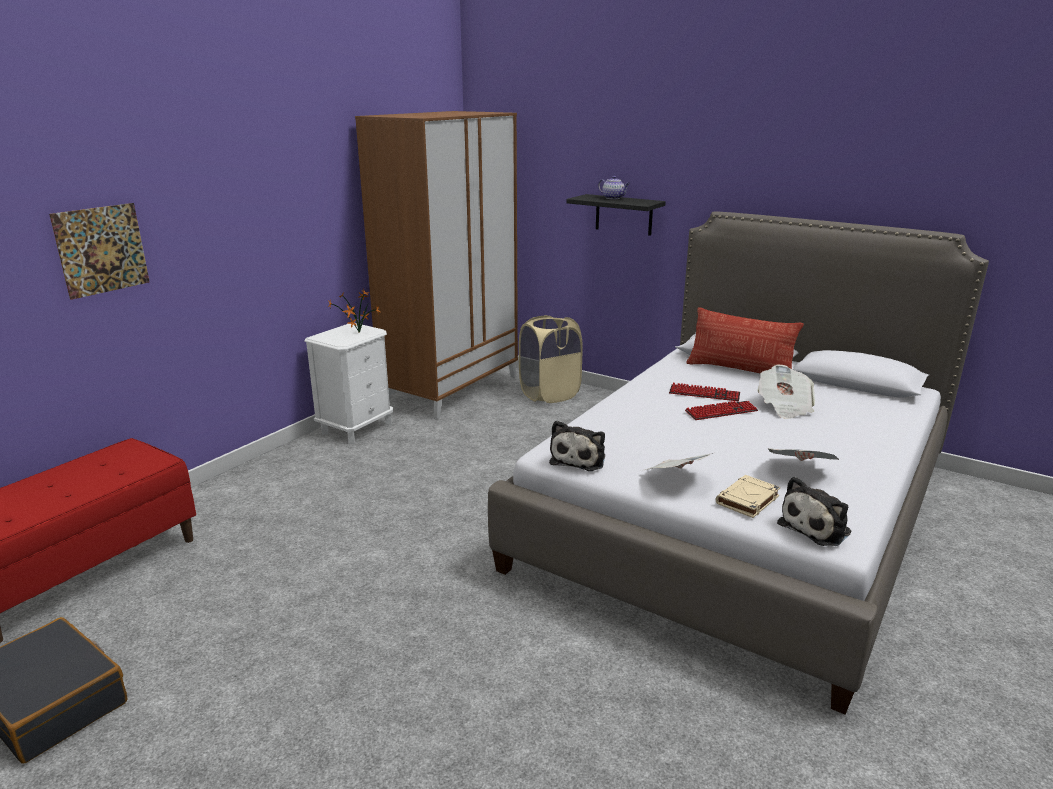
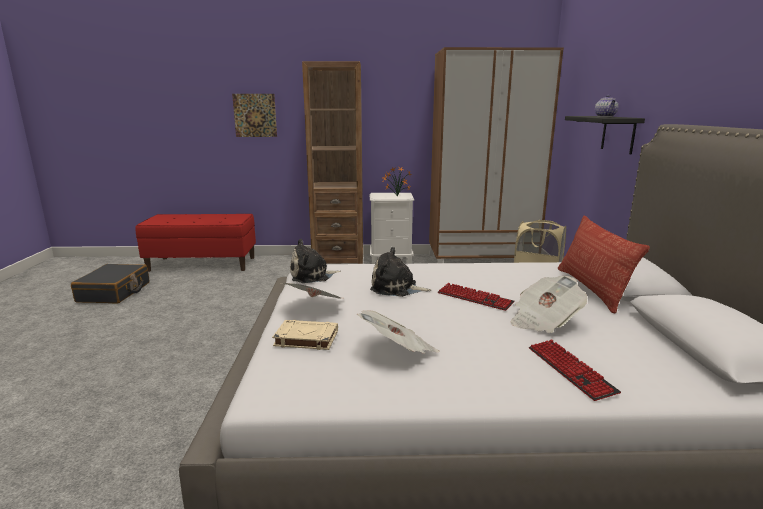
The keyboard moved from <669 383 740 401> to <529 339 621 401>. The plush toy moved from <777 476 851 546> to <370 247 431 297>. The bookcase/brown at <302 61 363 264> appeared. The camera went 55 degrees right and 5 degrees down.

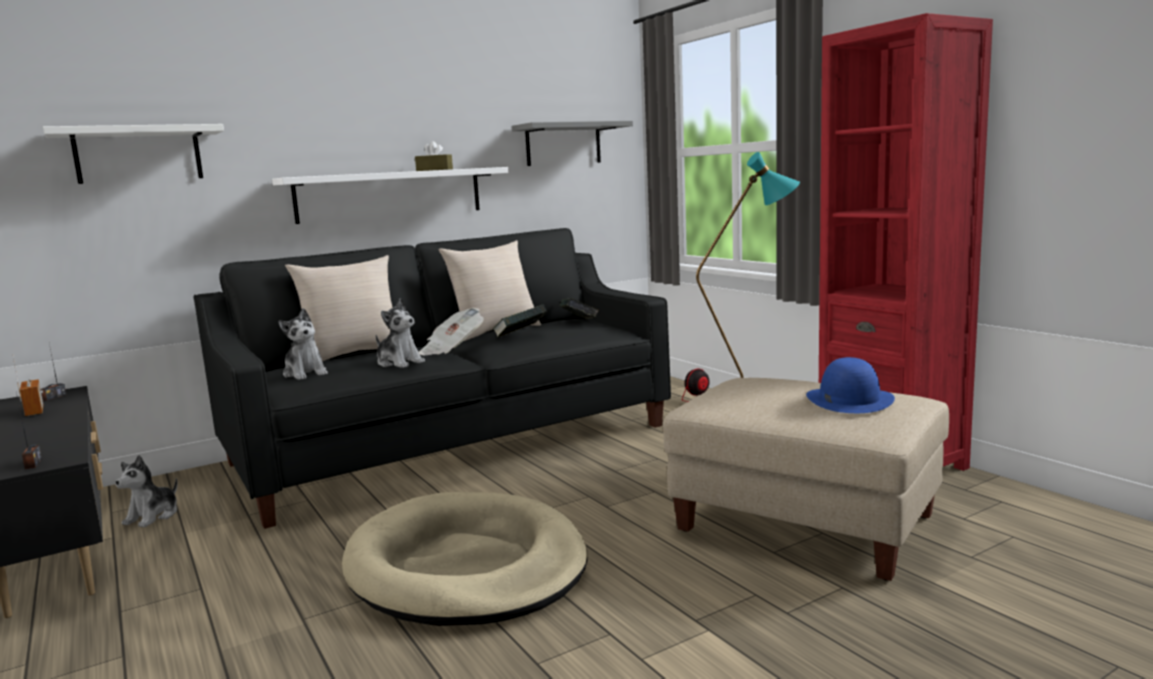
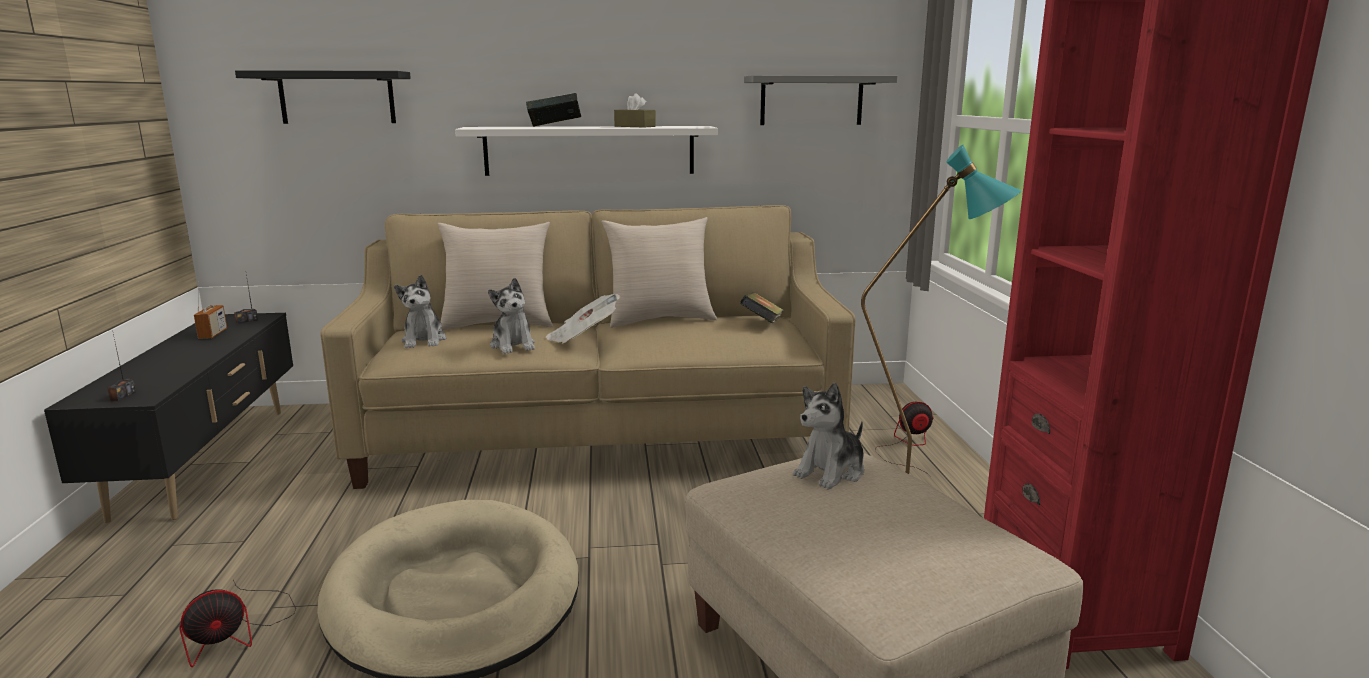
The shelf/white at <43 124 224 184> became the shelf/black at <235 70 411 124>. The plush toy moved from <115 455 178 528> to <793 382 864 490>. The sofa/black at <194 228 671 529> became the sofa/beige at <321 205 855 489>. The book moved from <493 304 547 338> to <526 93 581 127>. The hat/blue at <806 357 895 413> disappeared. The fan at <179 580 296 667> appeared. The camera went 25 degrees right and 5 degrees up.

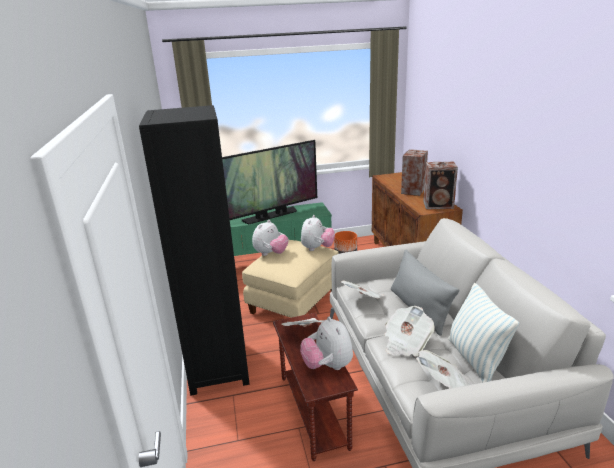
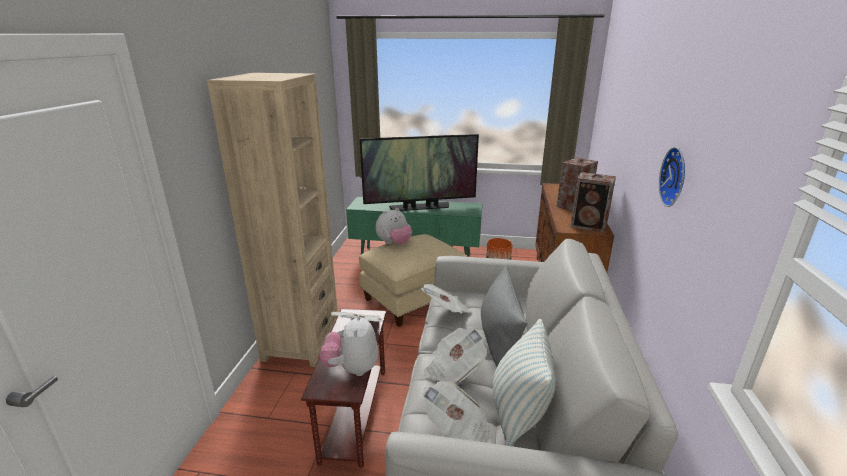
The bookcase/black at <139 105 250 396> became the bookcase/beige at <207 73 338 367>. The plush toy at <301 215 335 251> disappeared. The wall clock at <659 147 685 207> appeared. The camera went 20 degrees right and 0 degrees up.

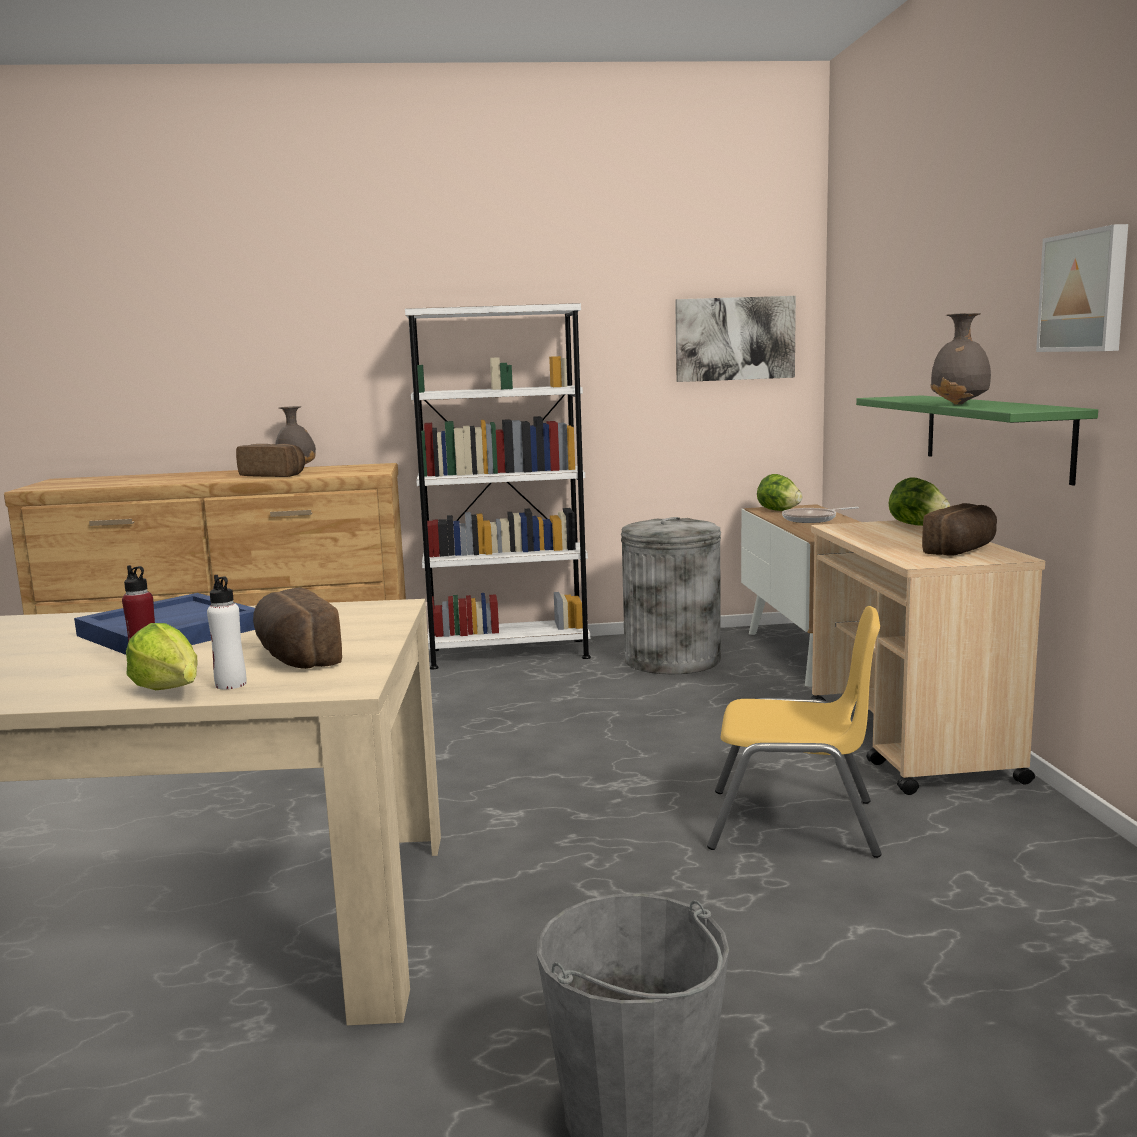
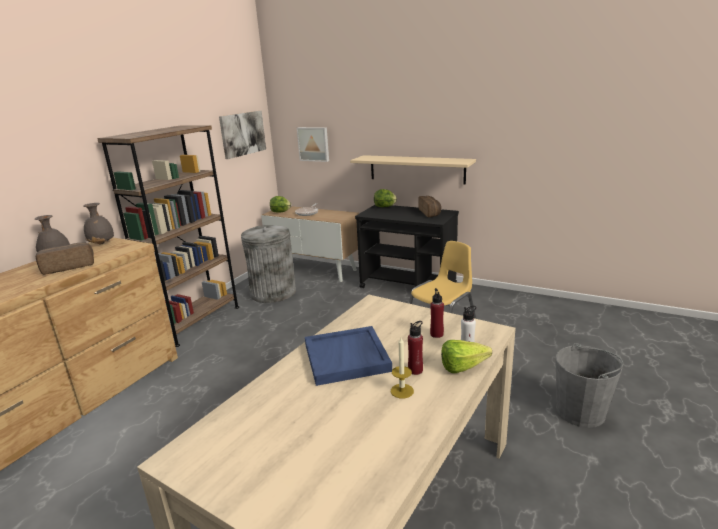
The bread at <253 587 342 669> was replaced by the bottle/red at <430 288 444 338>. The bookcase/white at <405 303 591 669> became the bookcase/brown at <97 125 239 347>. The cart/beige at <810 520 1045 795> became the cart/black at <355 205 459 288>. The shelf/green at <856 395 1098 485> became the shelf/beige at <350 155 476 185>. The vase/grey moved from <930 313 991 405> to <83 203 114 245>. The picture moved from <1036 224 1128 352> to <297 127 329 162>. The candle at <391 338 414 399> appeared. The camera went 55 degrees left and 10 degrees up.

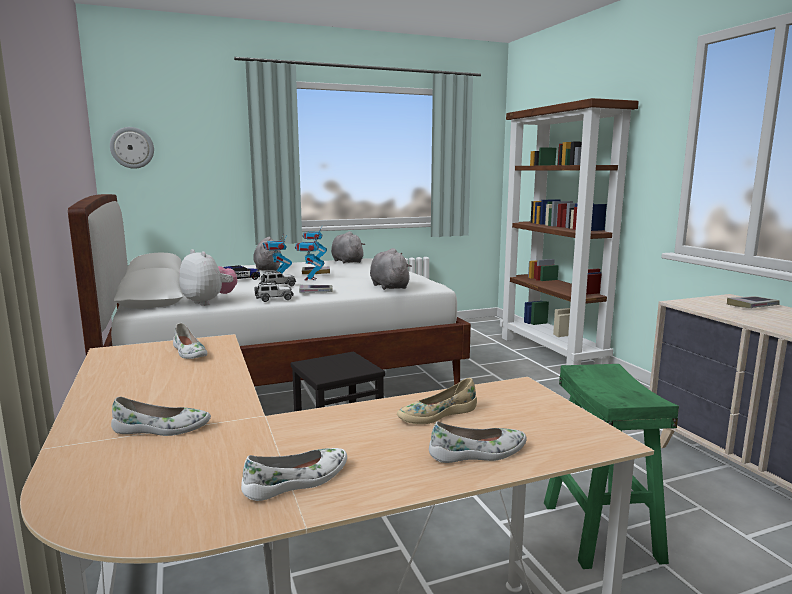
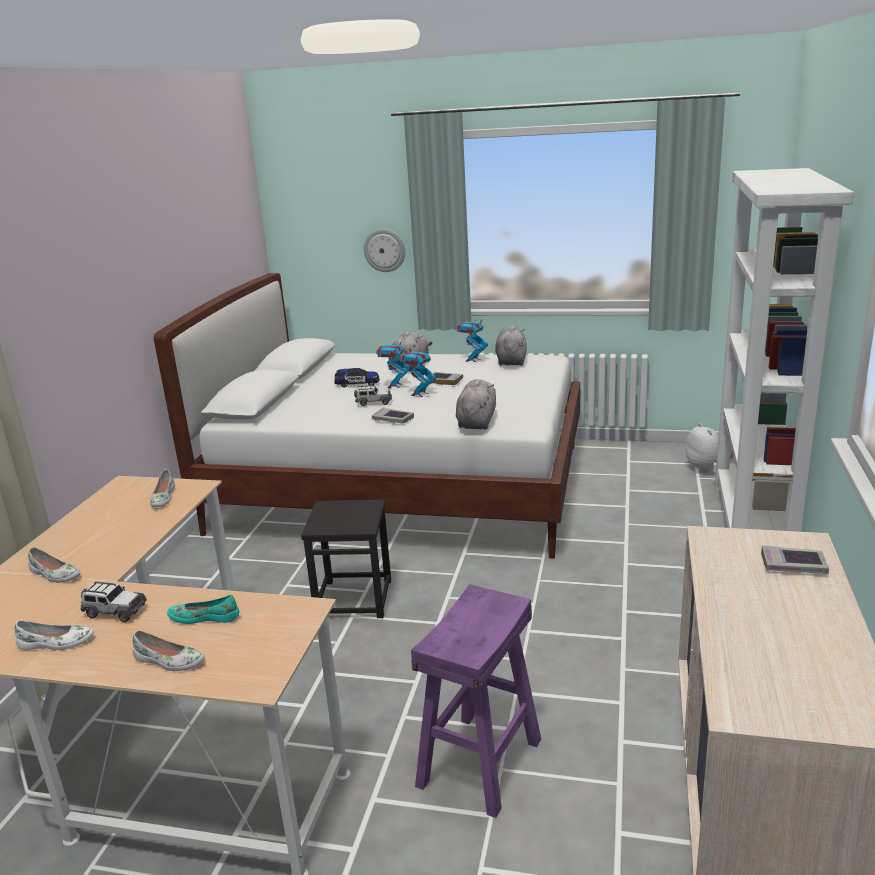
The wall clock moved from <110 127 154 169> to <364 229 405 272>. The plush toy moved from <179 249 237 306> to <685 423 734 473>. The toy car moved from <254 282 294 302> to <80 581 147 622>. The shoe/beige at <397 378 477 424> became the shoe/turquoise at <167 595 240 624>. The bookcase/brown at <500 98 639 365> became the bookcase/white at <713 168 854 532>. The stool/green at <544 364 679 569> became the stool/purple at <411 584 541 818>. The camera went 35 degrees right and 10 degrees up.

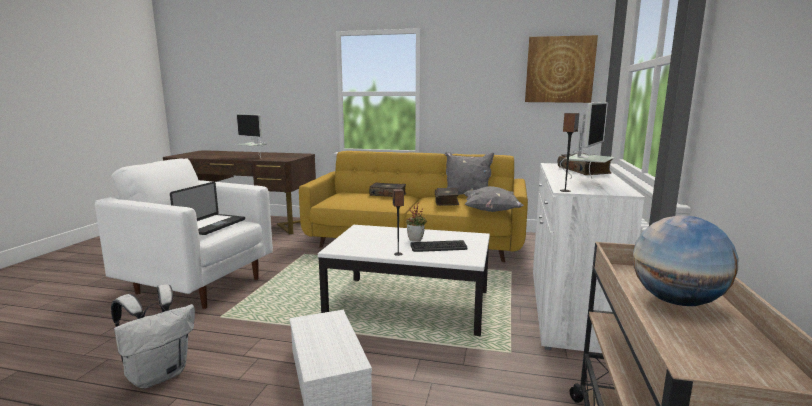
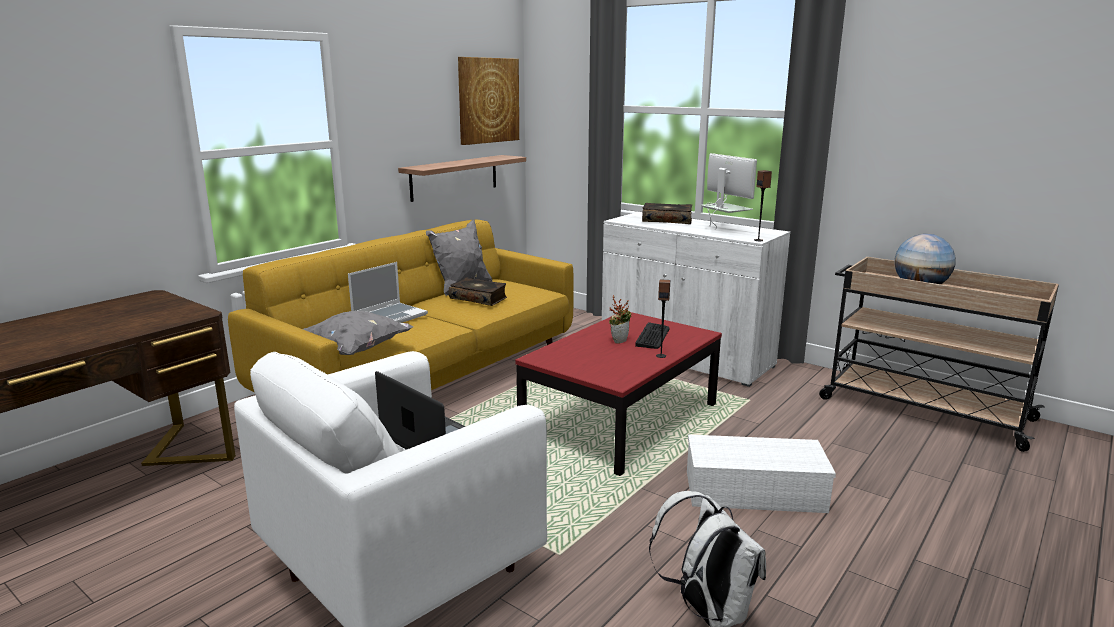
The monitor at <236 114 266 157> disappeared. The coffee table/white at <318 225 490 336> became the coffee table/red at <515 312 722 476>. The book at <369 183 406 197> was replaced by the laptop at <348 262 428 323>. The pillow/grey moved from <464 186 524 212> to <303 311 413 355>. The shelf at <398 155 526 202> appeared. The camera went 65 degrees left and 5 degrees up.

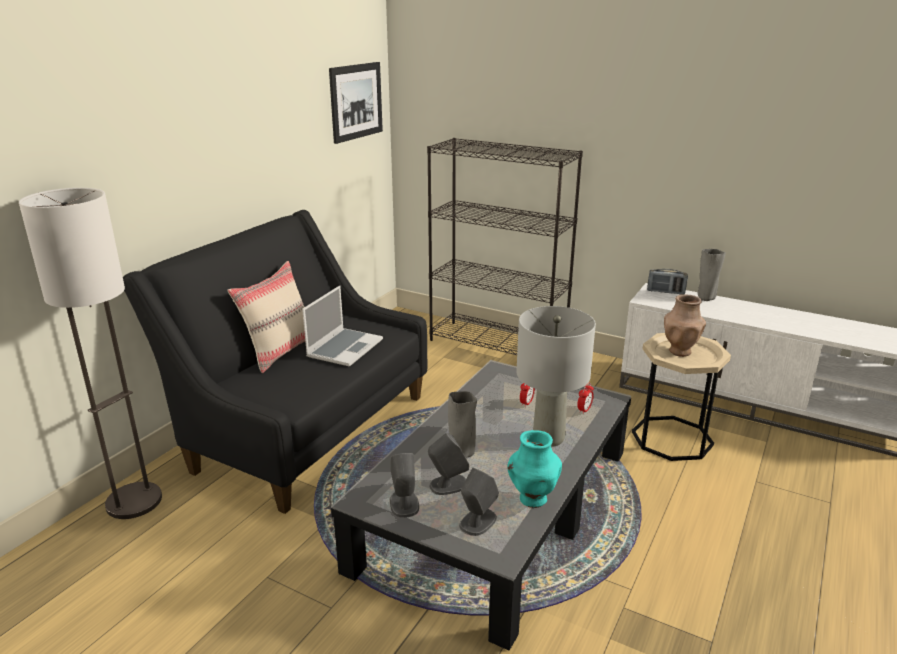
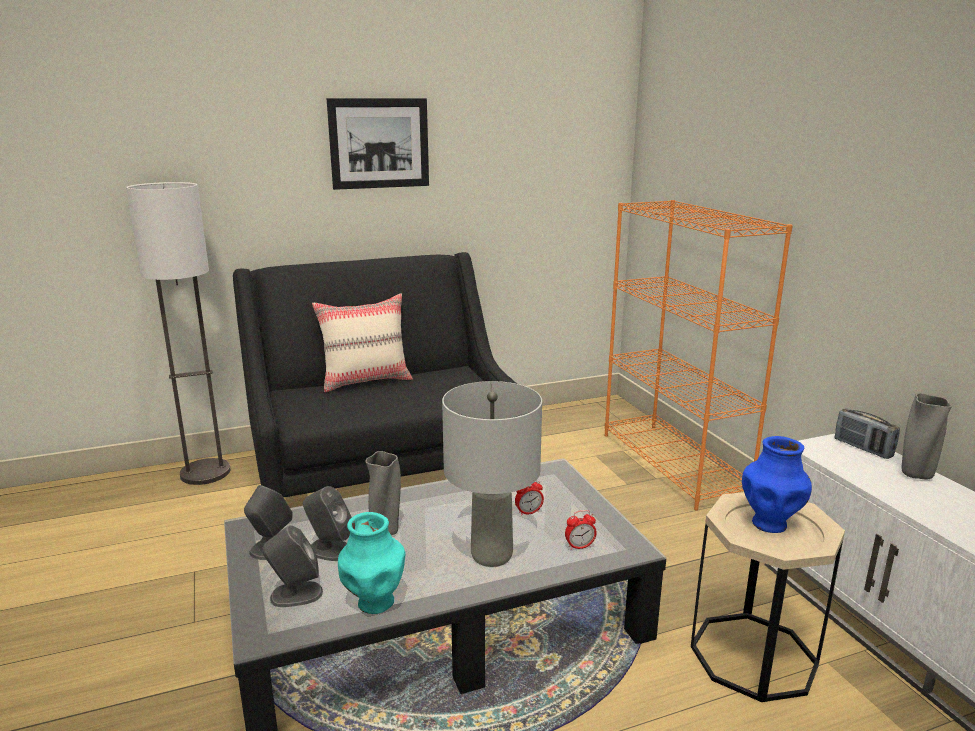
The laptop at <302 286 383 367> disappeared. The picture moved from <329 62 383 144> to <327 98 429 190>. The bookcase/black at <427 138 583 355> became the bookcase/orange at <605 200 793 510>. The vase/brown at <664 294 706 357> became the vase/blue at <742 436 812 533>. The camera went 40 degrees right and 5 degrees down.

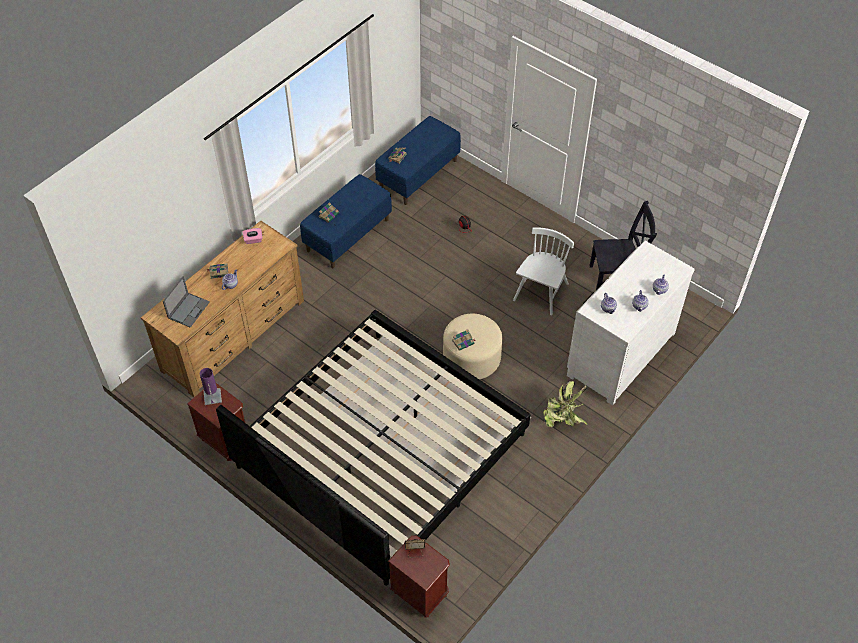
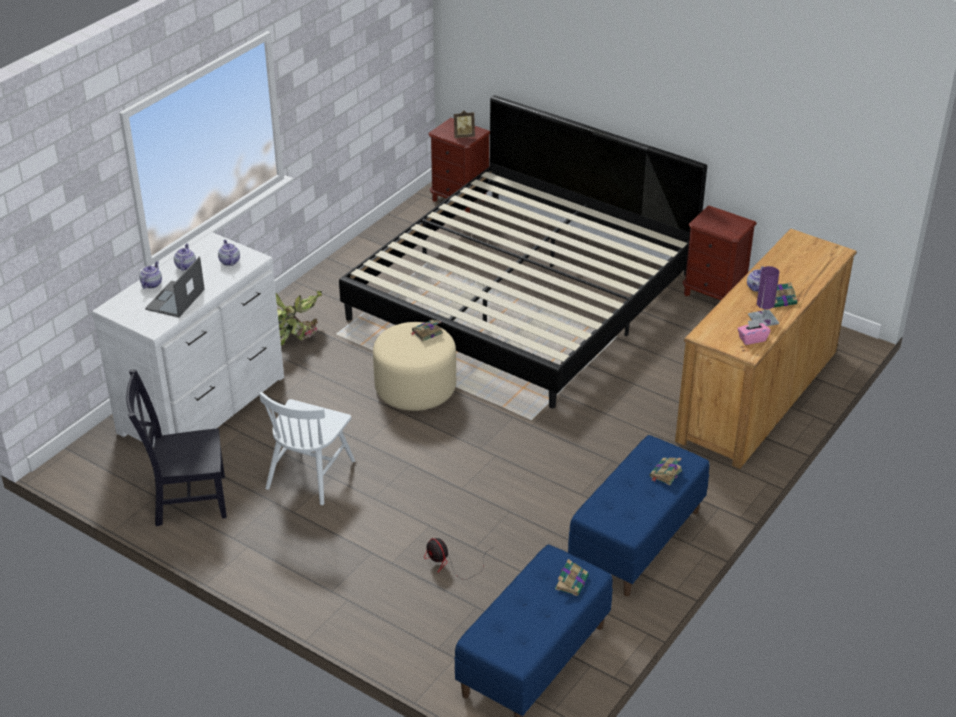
The laptop moved from <163 276 210 328> to <145 257 205 318>. The table lamp/purple moved from <200 368 222 405> to <748 266 779 326>. The camera went 175 degrees right and 15 degrees down.

